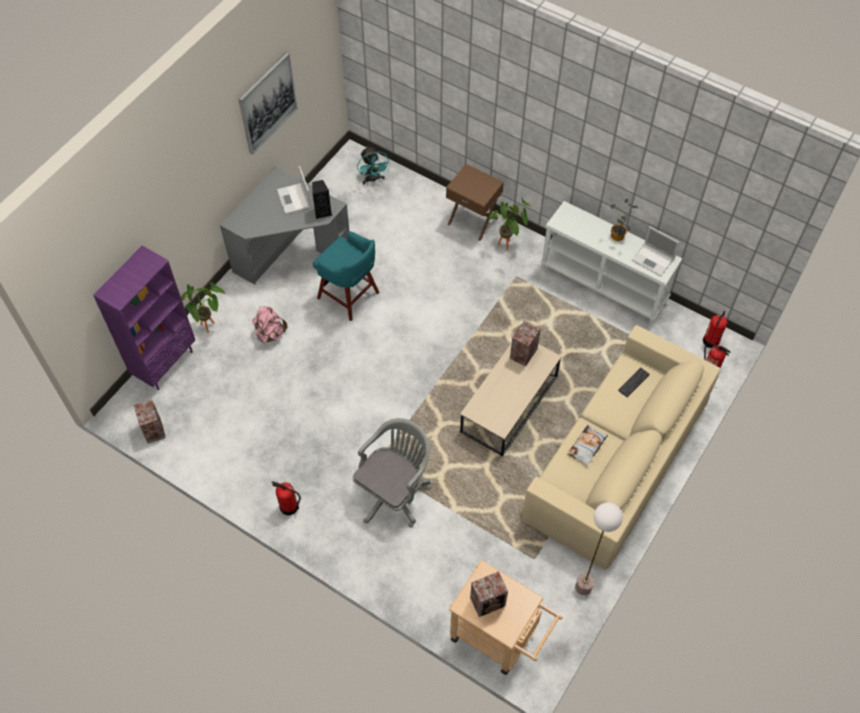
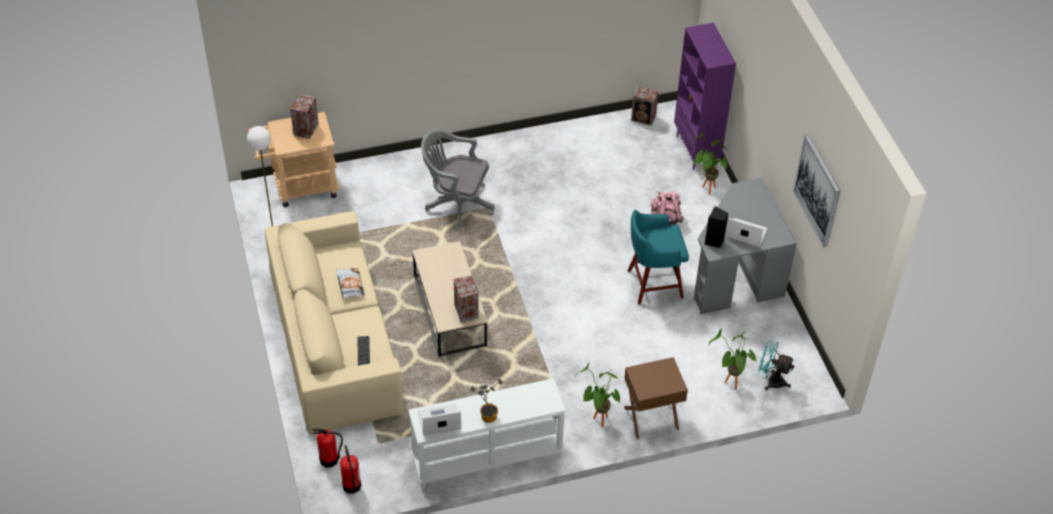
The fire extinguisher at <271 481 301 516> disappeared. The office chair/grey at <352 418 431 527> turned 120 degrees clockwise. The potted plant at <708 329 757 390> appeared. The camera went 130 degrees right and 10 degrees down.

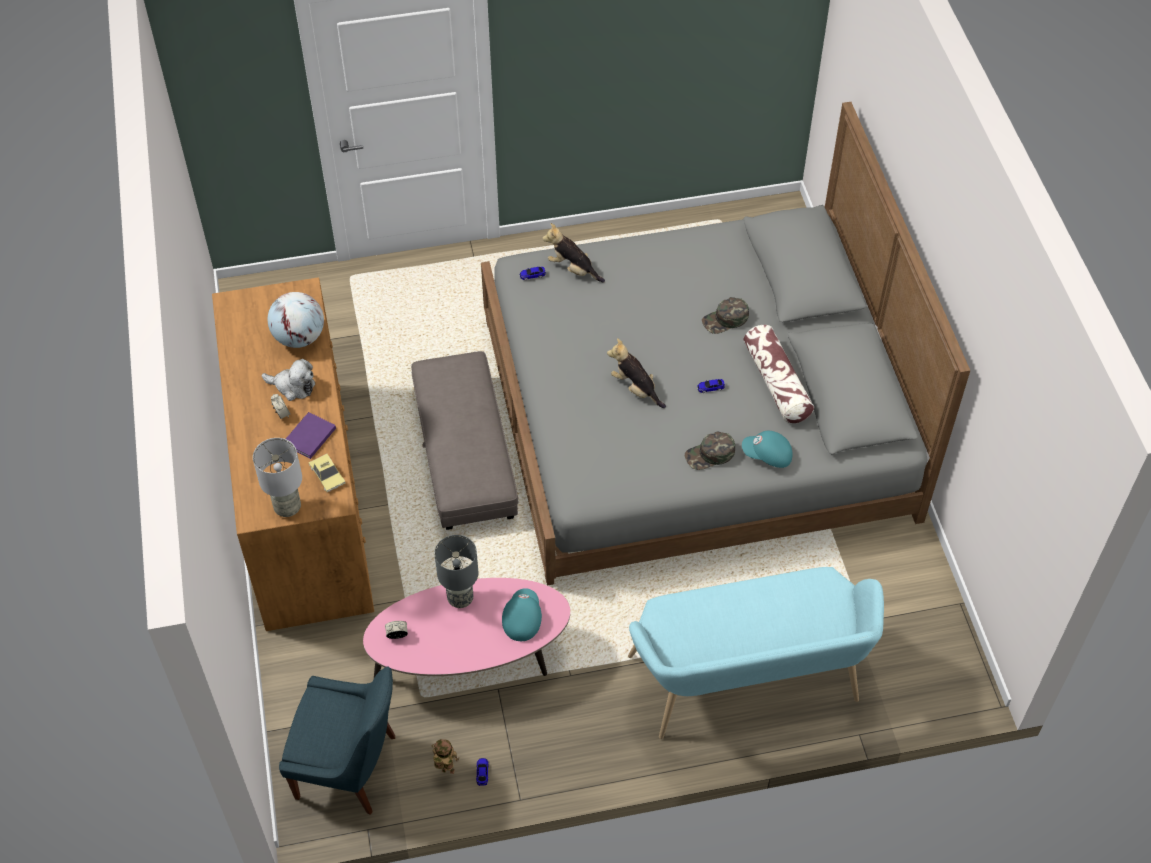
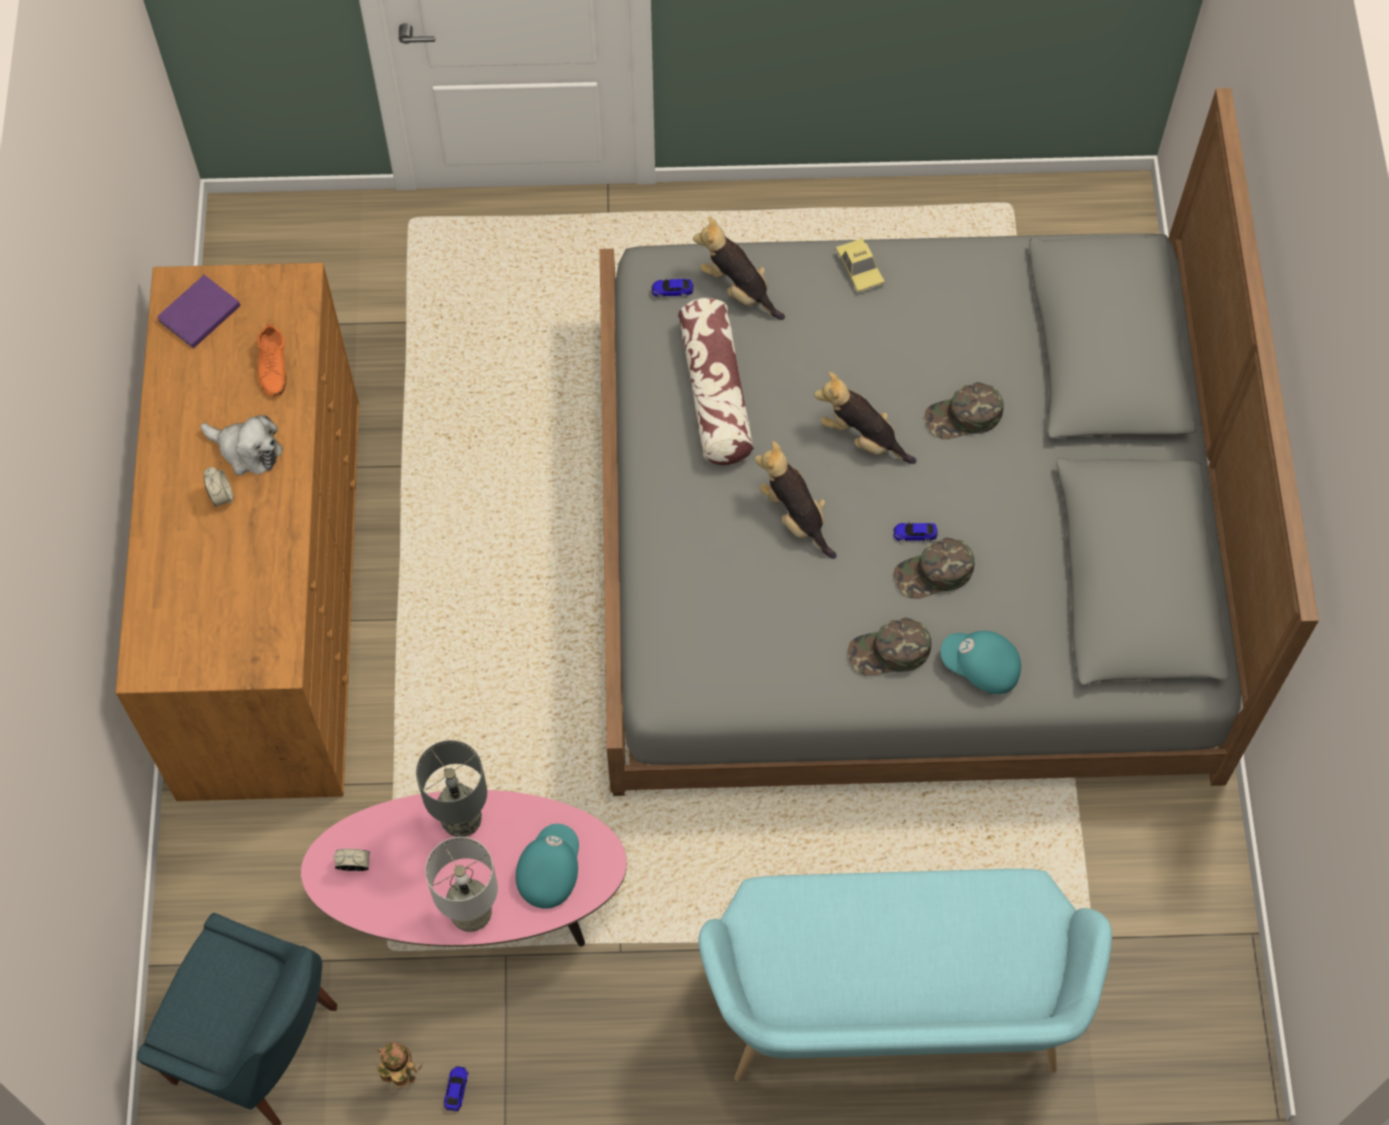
The table lamp/grey moved from <253 438 302 517> to <425 837 498 932>. The globe at <268 292 324 348> was replaced by the shoe/orange at <256 324 287 397>. The book/purple moved from <286 412 336 459> to <157 275 240 349>. The toy car moved from <309 454 346 492> to <835 238 885 293>. The ottoman/grey at <411 351 518 530> disappeared. The pillow moved from <743 325 814 423> to <678 298 754 465>. The plush toy at <814 372 916 464> appeared. The cap/green at <894 537 975 599> appeared. The camera went 10 degrees right and 10 degrees up.

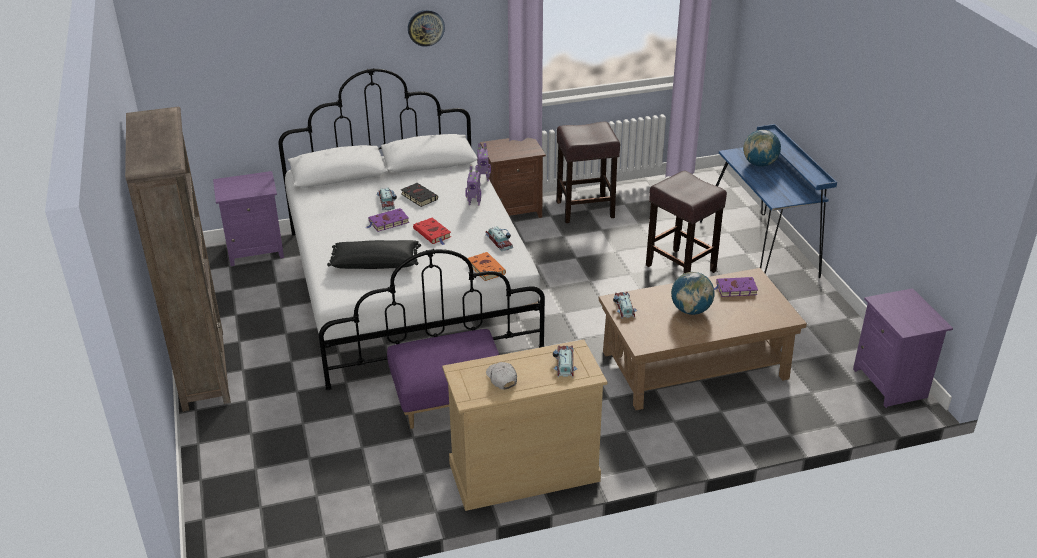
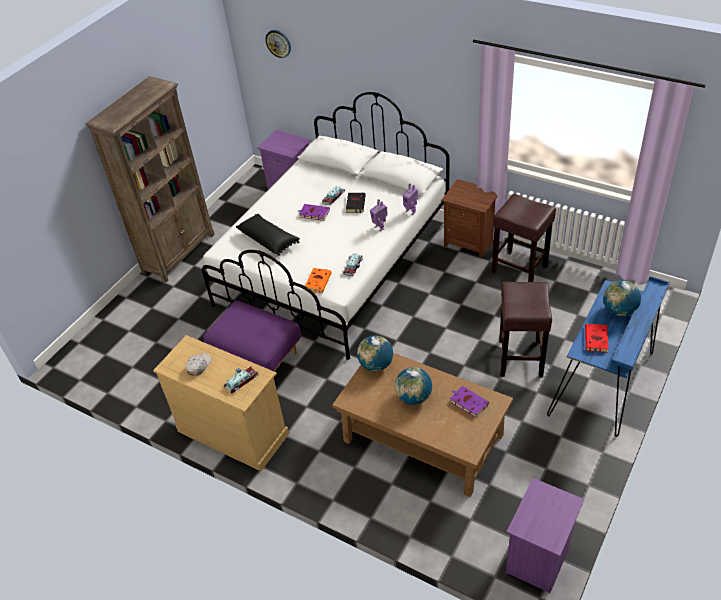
The wall clock moved from <408 10 445 47> to <265 30 291 58>. The book/red moved from <413 218 451 245> to <585 323 609 357>. The toy car at <613 292 637 319> was replaced by the globe at <357 335 393 372>. The camera went 50 degrees right and 10 degrees up.

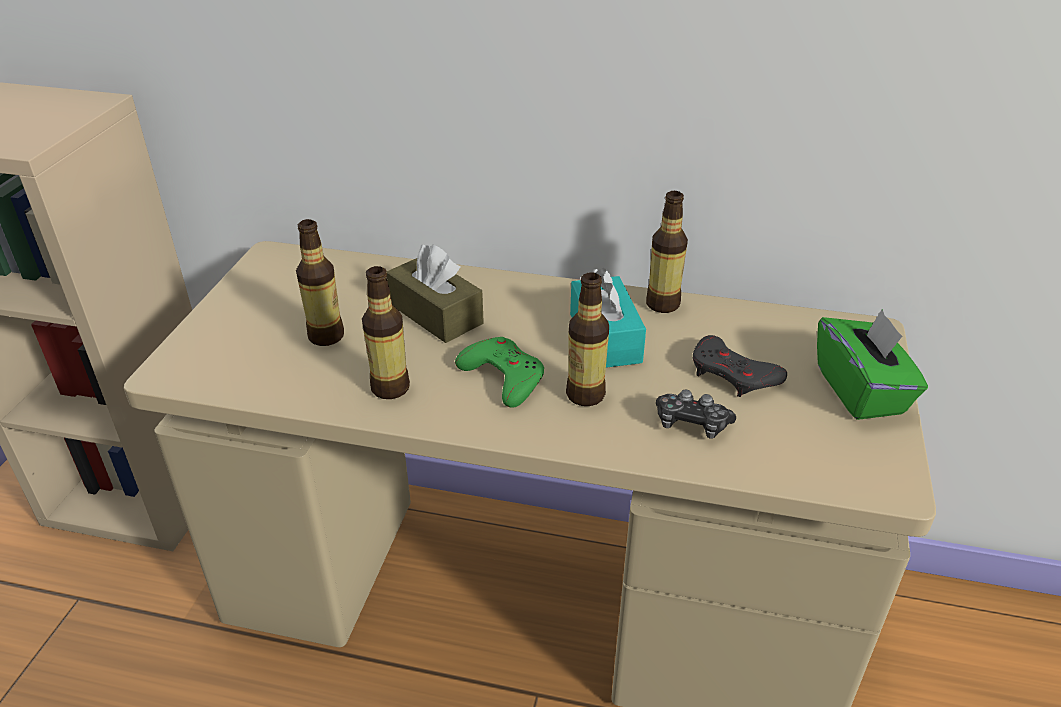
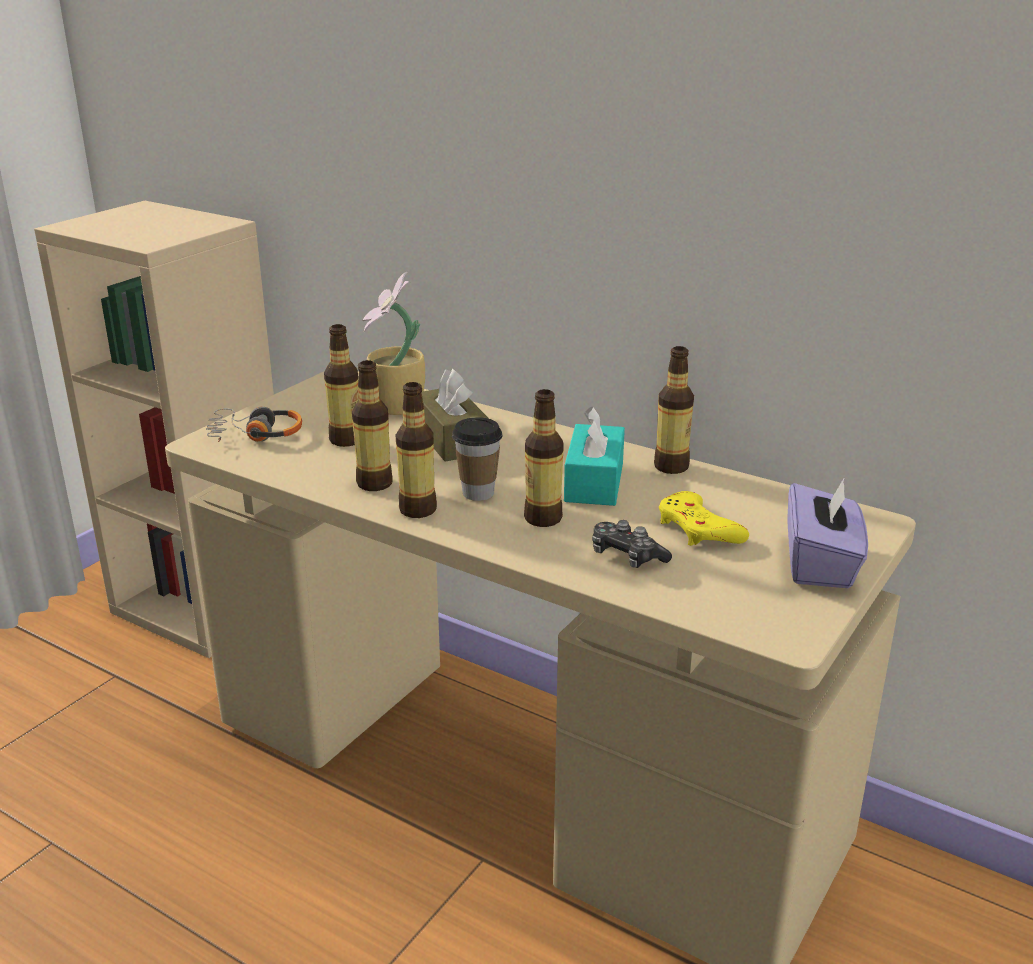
The game controller/green at <455 337 544 408> was replaced by the cup at <452 417 502 501>. The game controller/grey at <693 335 787 397> became the game controller/yellow at <659 491 749 546>. The tissue box/green at <817 309 928 420> became the tissue box/purple at <787 477 868 588>. The headphones at <206 407 302 442> appeared. The potted plant at <363 272 425 415> appeared. The bottle at <396 382 437 518> appeared. The camera went 20 degrees right and 10 degrees down.

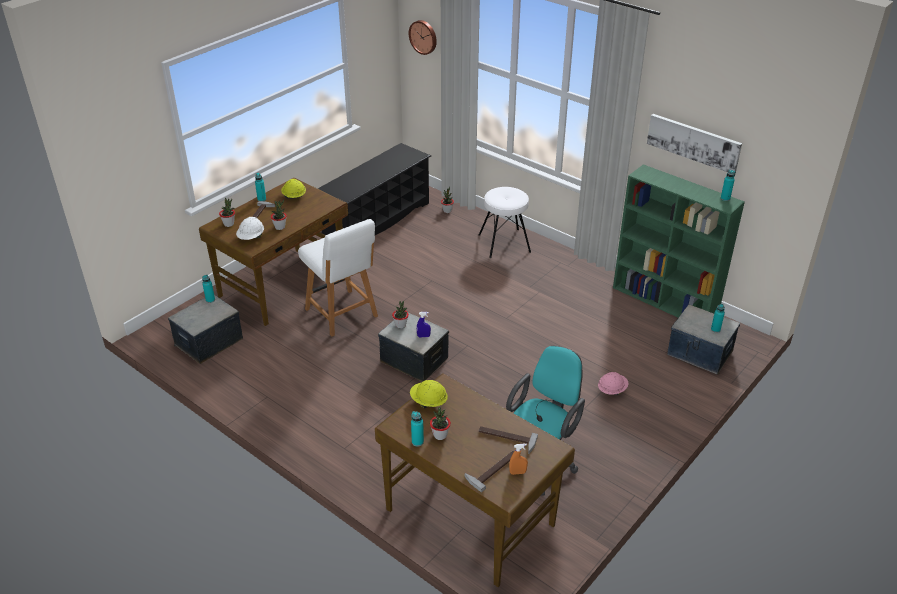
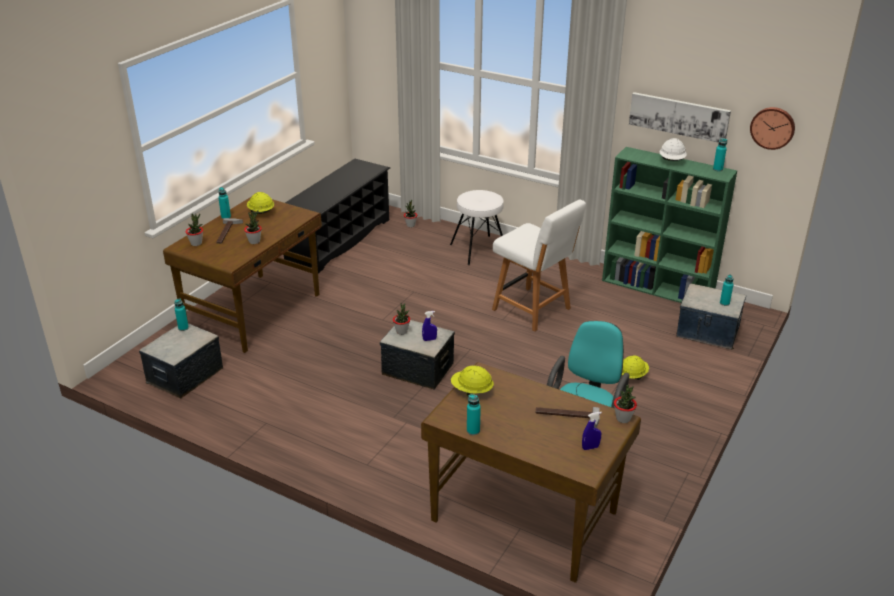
The hard hat/white moved from <236 217 264 240> to <659 138 687 161>. The chair/white moved from <298 219 378 337> to <492 200 586 331>. The wall clock moved from <409 20 437 55> to <750 107 795 150>. The potted plant moved from <430 407 451 440> to <614 384 637 423>. The hammer at <465 451 514 492> disappeared. The spray bottle/orange at <509 444 528 475> became the spray bottle/blue at <582 412 602 450>. The hard hat/pink at <598 372 628 395> became the hard hat/yellow at <622 355 649 380>. The camera went 10 degrees left and 5 degrees down.

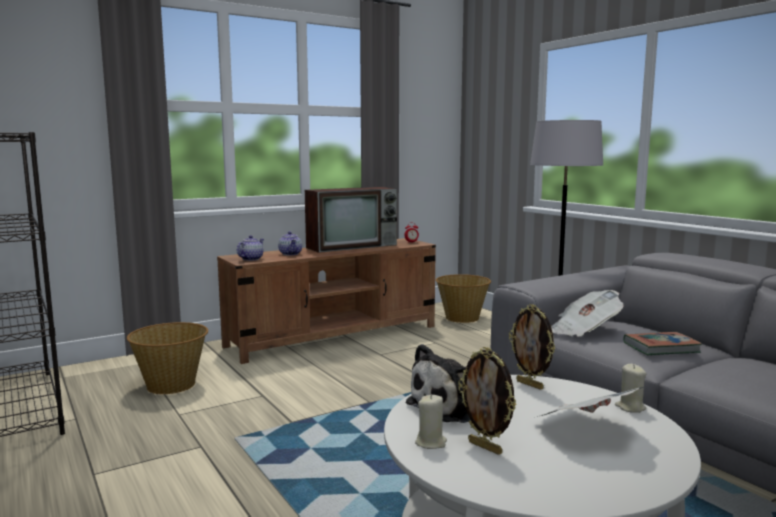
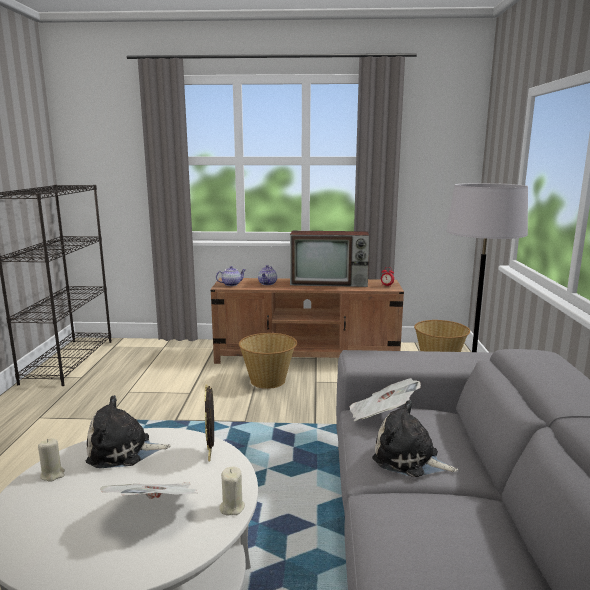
The basket moved from <127 322 208 394> to <239 333 297 389>. The picture frame at <458 347 517 455> disappeared. The book at <623 332 702 355> was replaced by the plush toy at <372 400 458 477>. The camera went 35 degrees right and 5 degrees up.

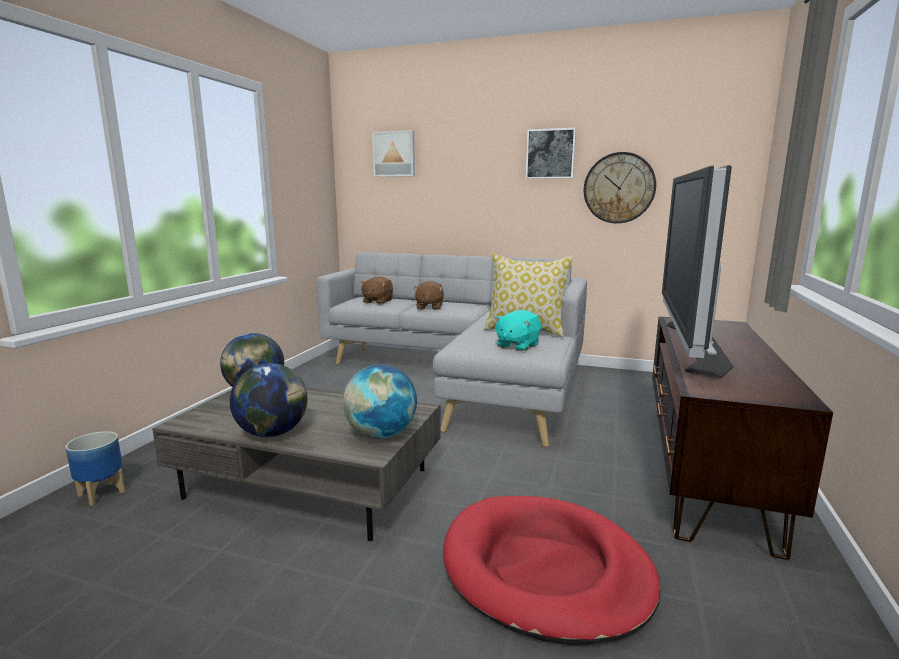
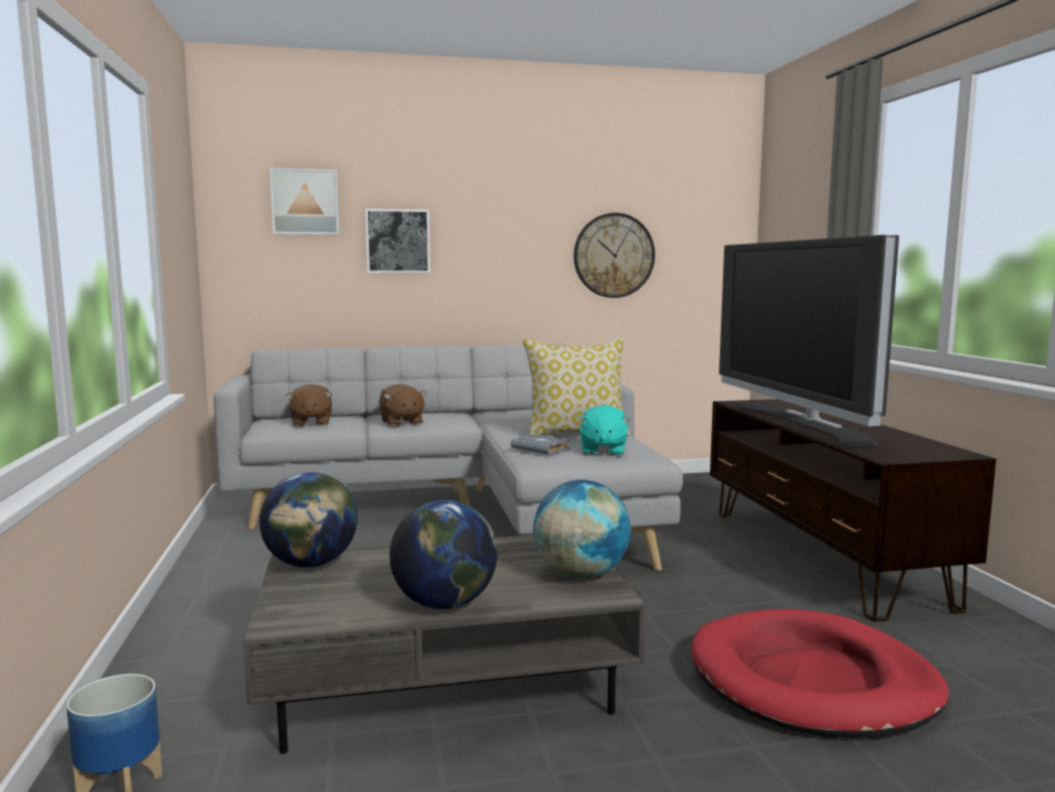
The picture moved from <526 128 576 179> to <365 209 430 273>. The book/grey at <510 434 570 455> appeared. The camera went 30 degrees left and 5 degrees down.

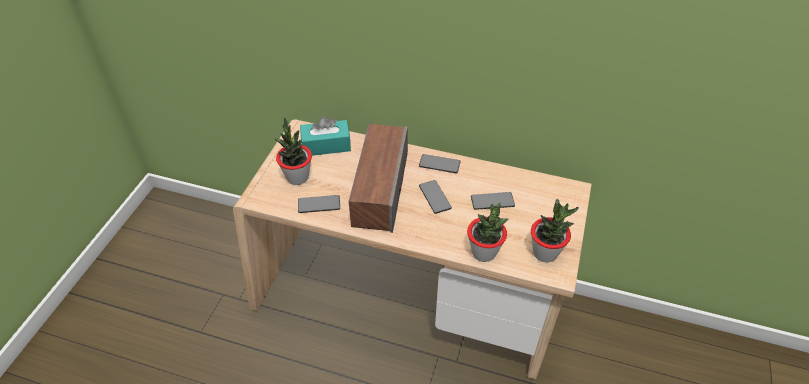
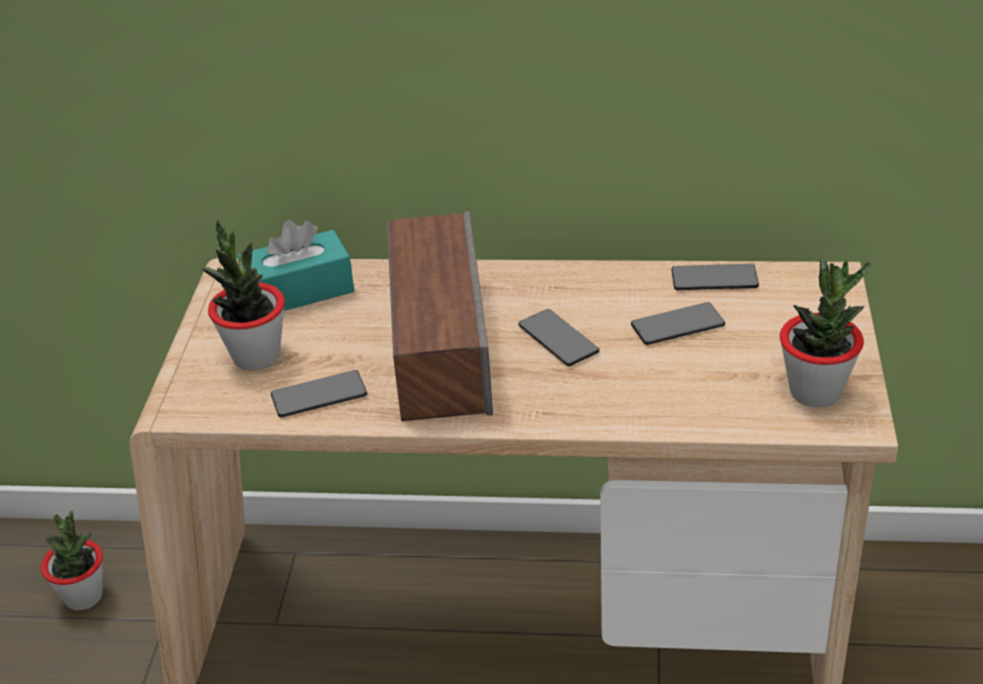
The phone moved from <419 154 461 173> to <671 264 759 290>. The potted plant moved from <467 203 509 262> to <41 510 103 611>. The camera went 10 degrees left and 10 degrees down.

